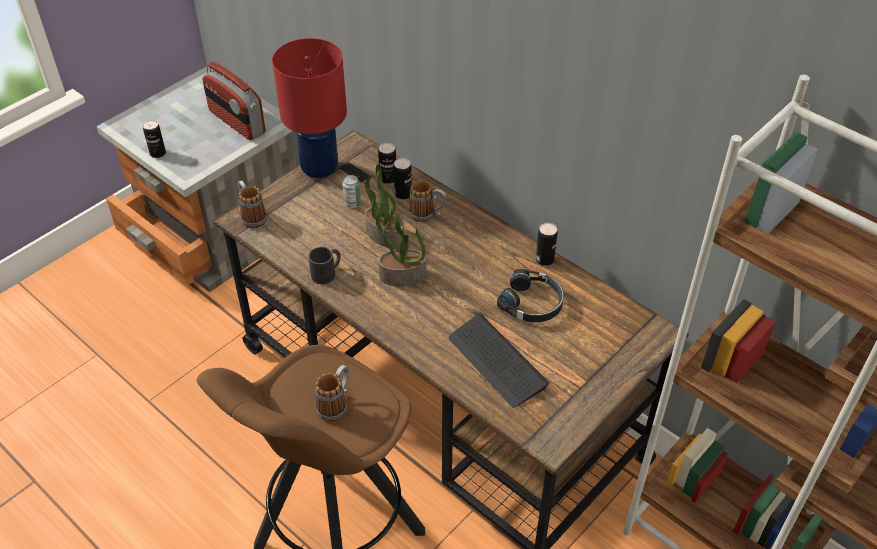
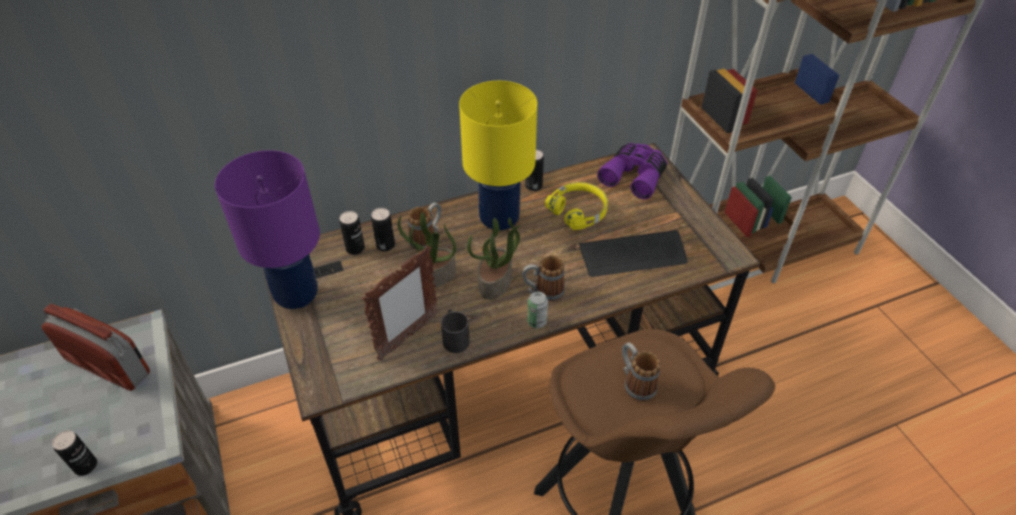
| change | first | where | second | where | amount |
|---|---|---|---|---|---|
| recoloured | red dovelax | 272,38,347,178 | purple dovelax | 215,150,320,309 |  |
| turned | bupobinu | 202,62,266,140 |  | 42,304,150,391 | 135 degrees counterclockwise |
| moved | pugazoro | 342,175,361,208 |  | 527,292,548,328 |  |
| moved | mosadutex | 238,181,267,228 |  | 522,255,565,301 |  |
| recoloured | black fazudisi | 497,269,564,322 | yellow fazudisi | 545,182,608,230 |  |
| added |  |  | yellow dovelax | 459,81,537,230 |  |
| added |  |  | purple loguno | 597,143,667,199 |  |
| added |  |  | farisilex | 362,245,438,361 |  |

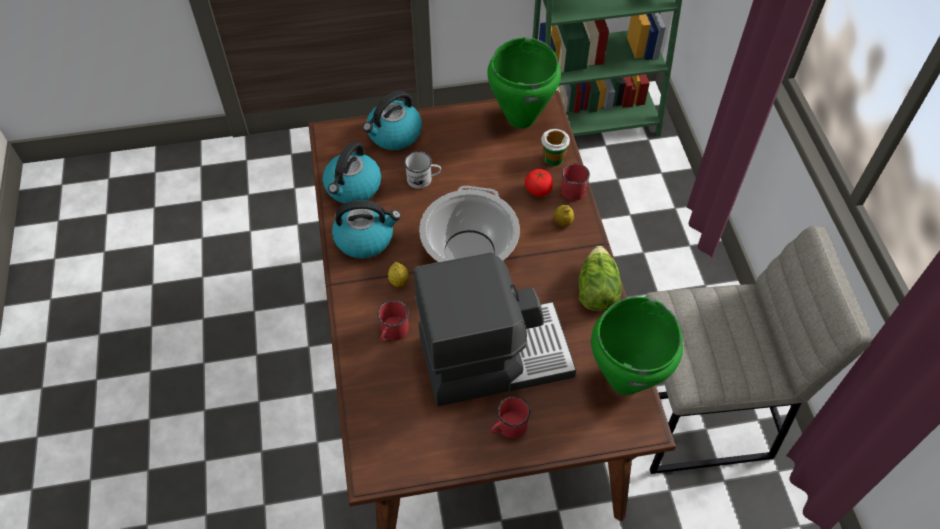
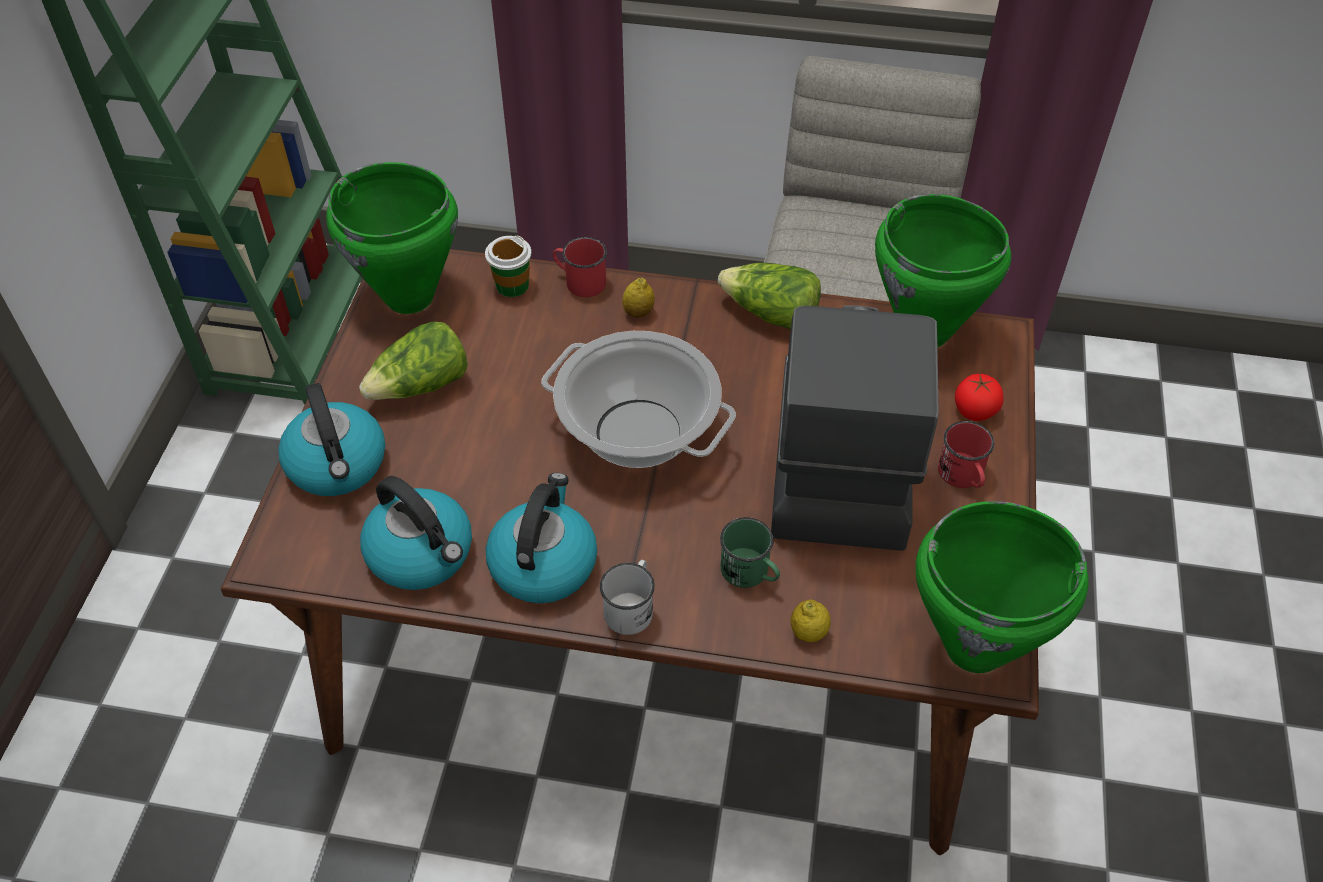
| change | first | where | second | where | amount |
|---|---|---|---|---|---|
| moved | white mosadutex | 404,151,441,189 |  | 600,560,655,635 |  |
| moved | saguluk | 525,169,553,196 |  | 955,373,1004,421 |  |
| moved | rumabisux | 388,262,409,287 |  | 791,599,831,642 |  |
| recoloured | red mosadutex | 377,300,409,341 | green mosadutex | 720,517,780,588 |  |
| added |  |  | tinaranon | 359,321,468,400 |  |
| added |  |  | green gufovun | 916,501,1089,673 |  |

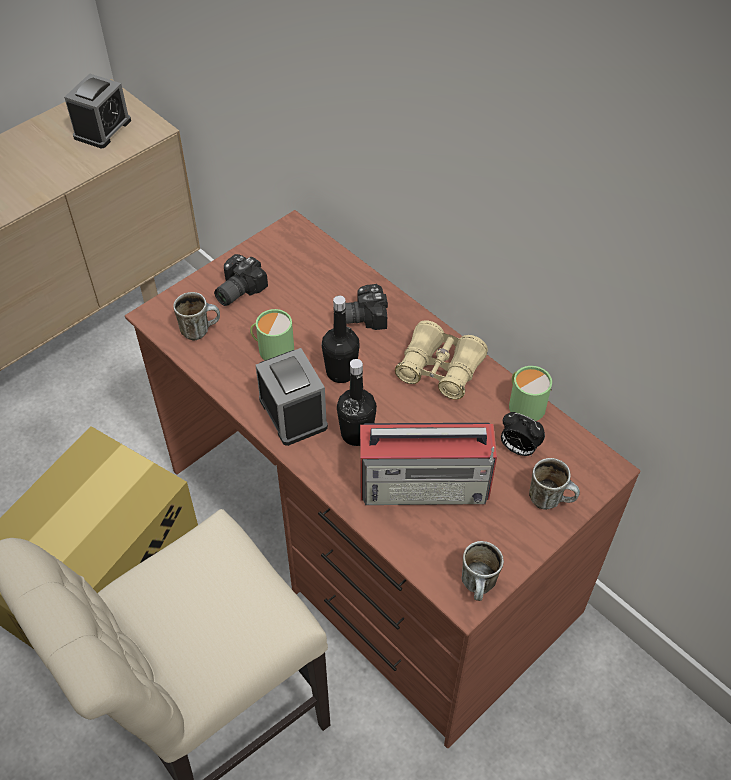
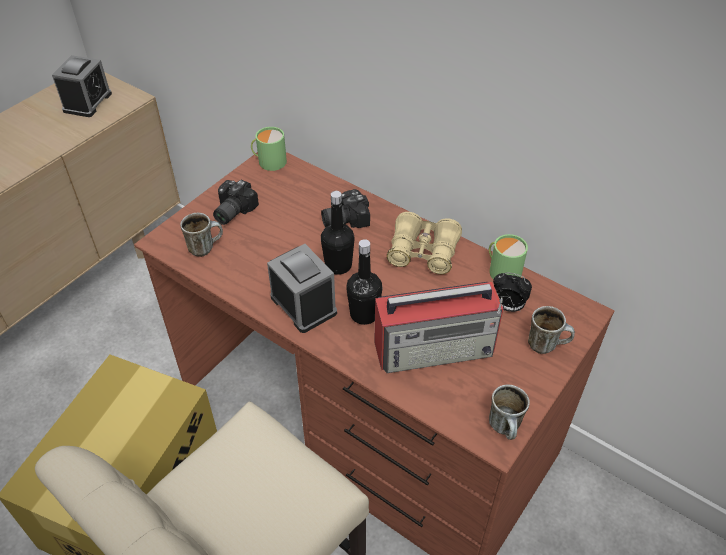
| change | first | where | second | where | amount |
|---|---|---|---|---|---|
| moved | green mosadutex | 250,309,294,361 |  | 251,127,287,171 |  |

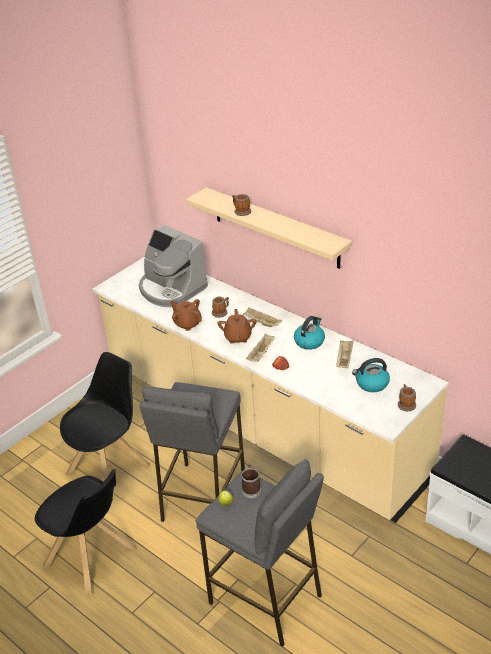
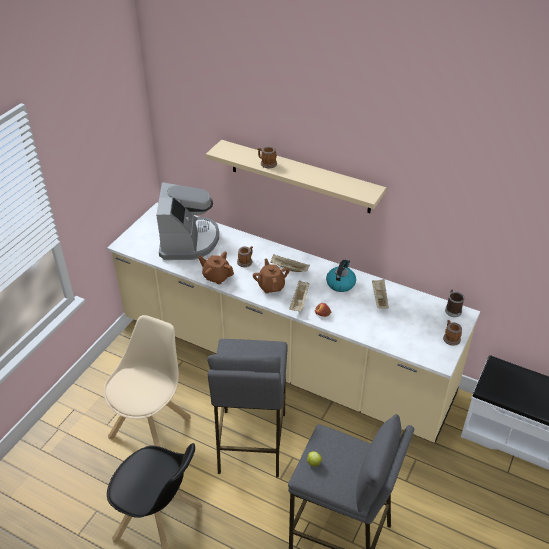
| change | first | where | second | where | amount |
|---|---|---|---|---|---|
| turned | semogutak | 139,225,208,307 |  | 156,182,219,260 | 120 degrees counterclockwise |
| recoloured | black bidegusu | 60,352,150,501 | beige bidegusu | 103,315,191,447 |  |
| removed | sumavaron | 352,358,390,392 |  |  |  |
| moved | mosadutex | 241,465,261,499 |  | 445,290,464,317 |  |

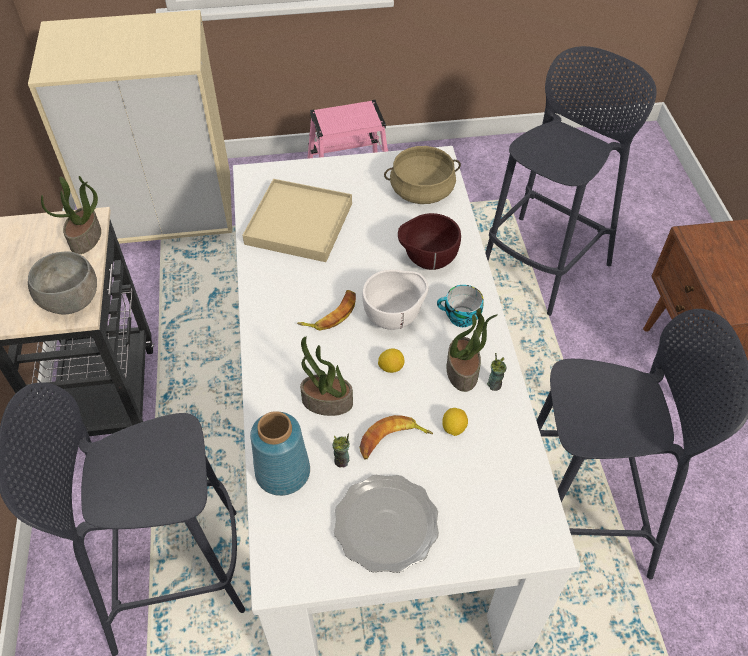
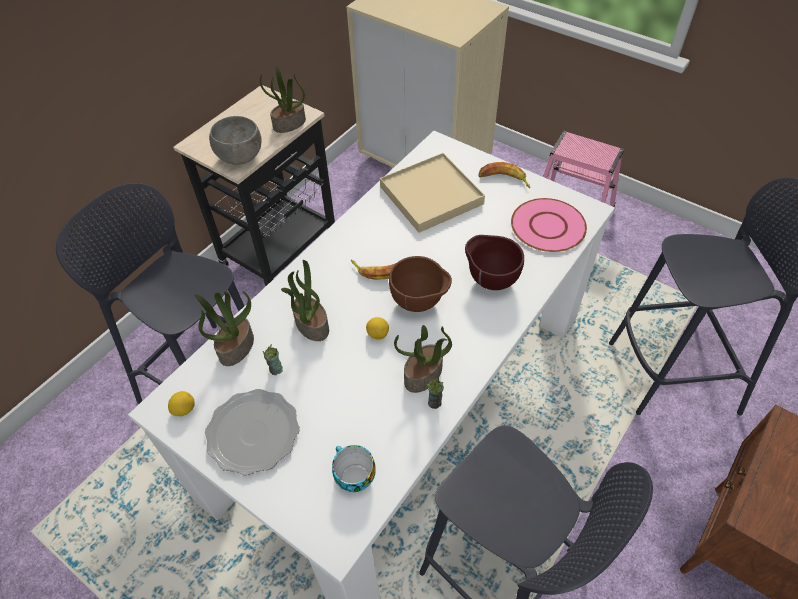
| change | first | where | second | where | amount |
|---|---|---|---|---|---|
| replaced | beige gufovun | 384,146,461,204 | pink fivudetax | 511,198,587,252 |  |
| recoloured | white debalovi | 362,269,429,330 | brown debalovi | 389,256,452,312 |  |
| moved | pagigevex | 437,285,483,327 |  | 332,445,376,492 |  |
| moved | rumabisux | 442,408,468,436 |  | 168,391,195,416 |  |
| replaced | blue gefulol | 250,411,310,496 | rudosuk | 195,291,254,366 |  |
| moved | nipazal | 359,415,433,460 |  | 478,162,530,188 |  |

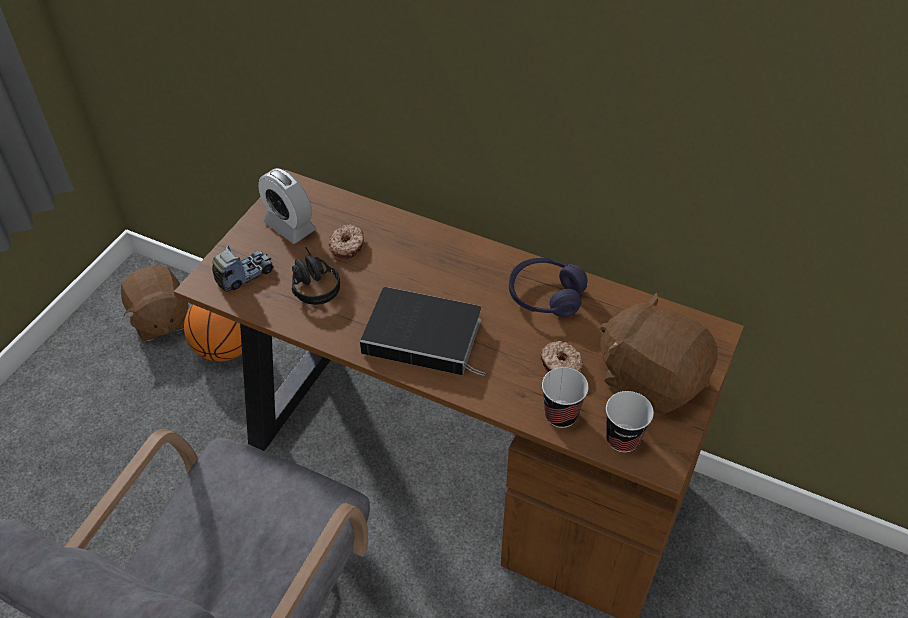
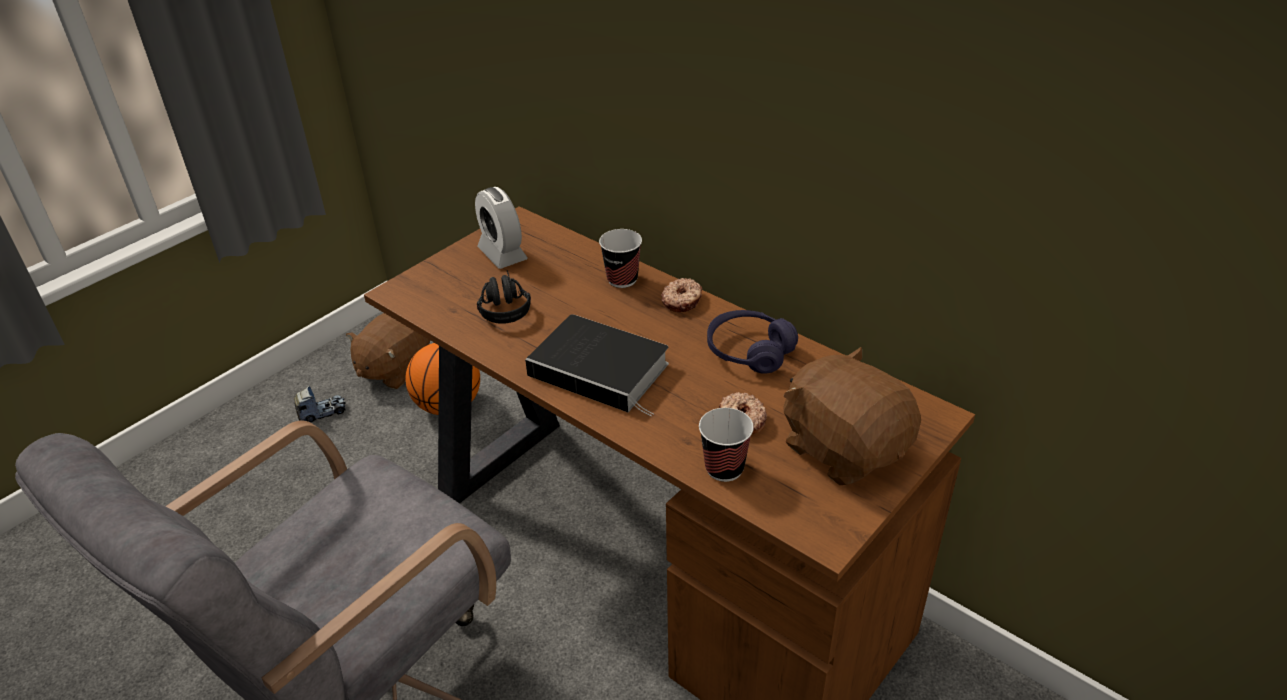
| change | first | where | second | where | amount |
|---|---|---|---|---|---|
| moved | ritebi | 328,224,364,259 |  | 661,278,702,312 |  |
| moved | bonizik | 212,245,273,292 |  | 294,386,346,422 |  |
| turned | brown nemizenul | 121,266,189,341 |  | 346,313,430,389 | 45 degrees clockwise |
| moved | pagigevex | 606,391,654,453 |  | 599,229,642,288 |  |

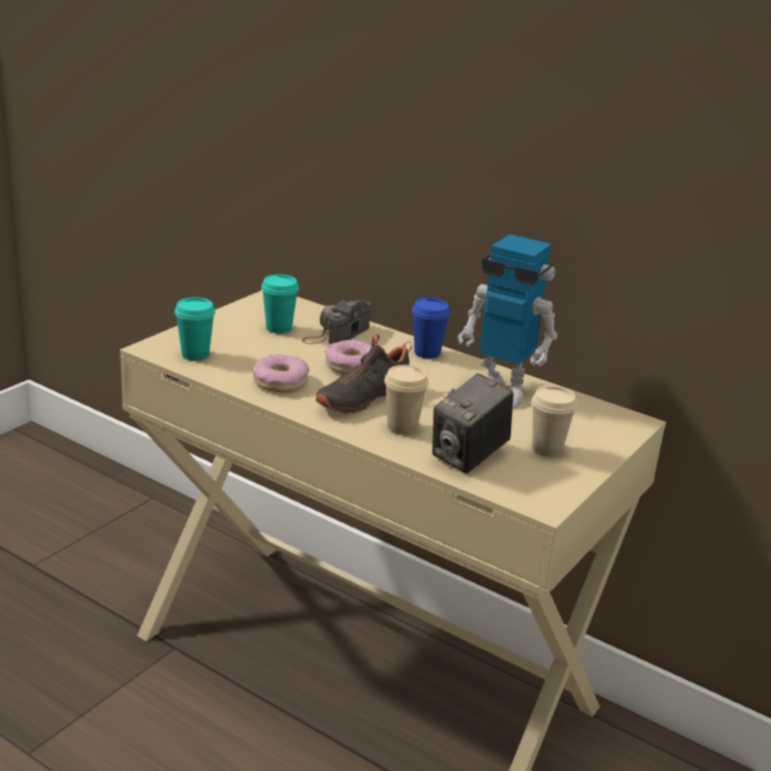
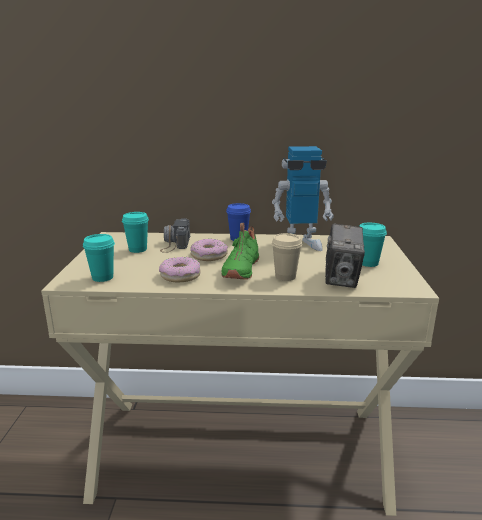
| change | first | where | second | where | amount |
|---|---|---|---|---|---|
| recoloured | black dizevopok | 316,334,412,414 | green dizevopok | 221,223,259,280 |  |
| recoloured | beige pagigevex | 532,386,577,457 | turquoise pagigevex | 359,223,387,267 |  |

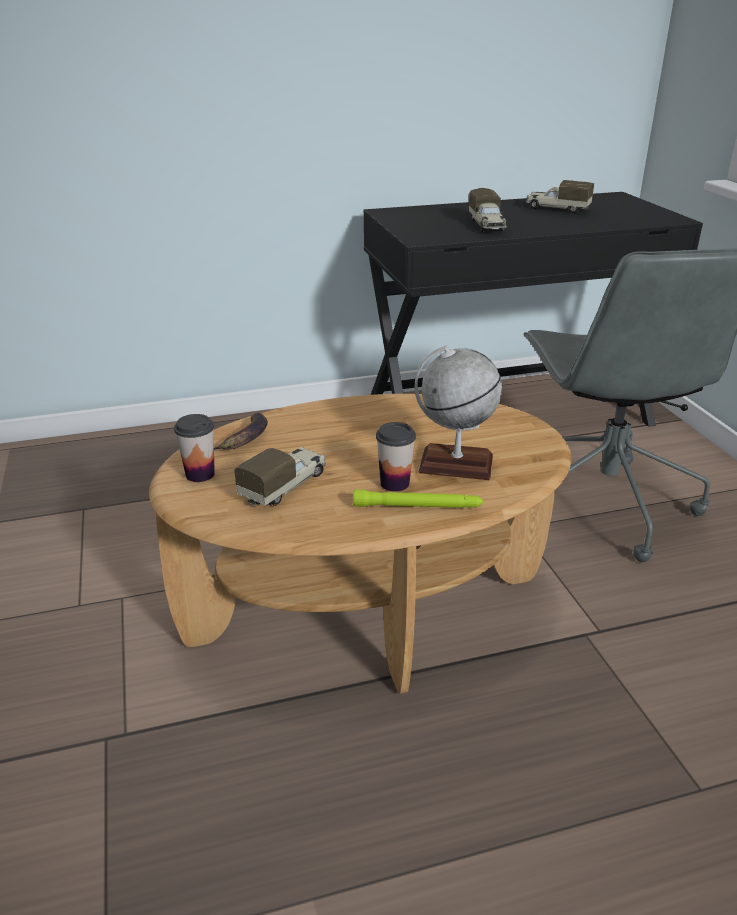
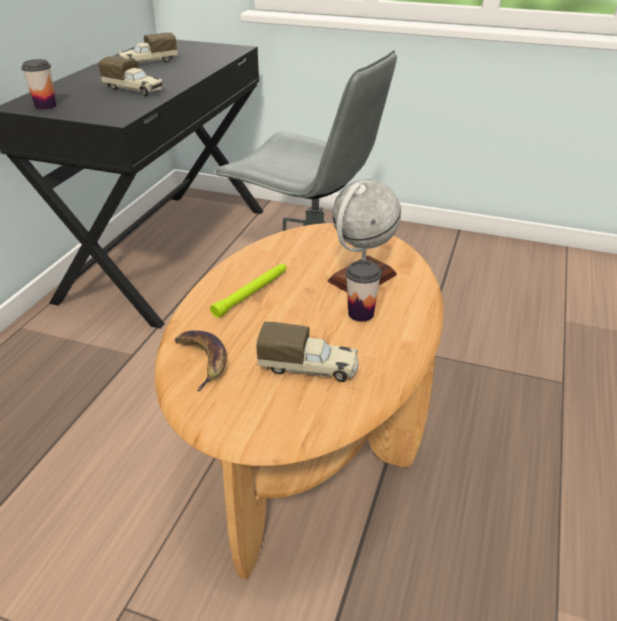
| change | first | where | second | where | amount |
|---|---|---|---|---|---|
| moved | pagigevex | 174,414,215,482 |  | 21,59,56,110 |  |
| turned | bonizik | 234,447,326,506 |  | 256,322,359,382 | 120 degrees clockwise |
| moved | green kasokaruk | 353,489,483,508 |  | 210,264,286,318 |  |

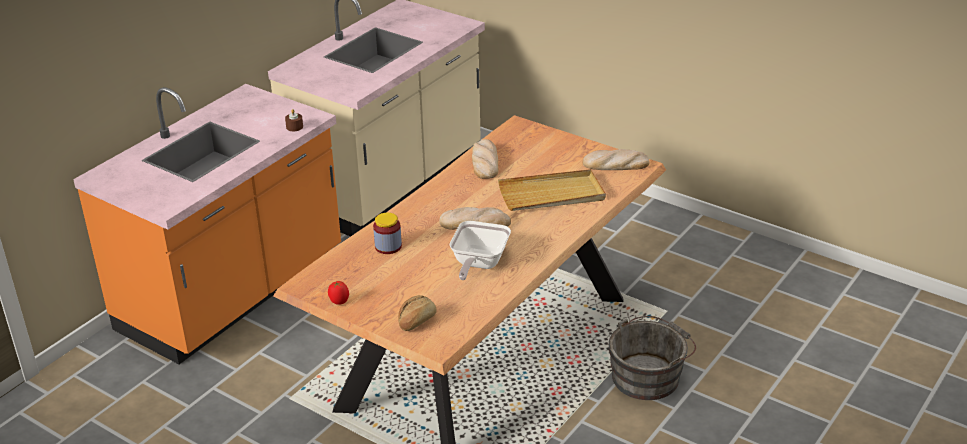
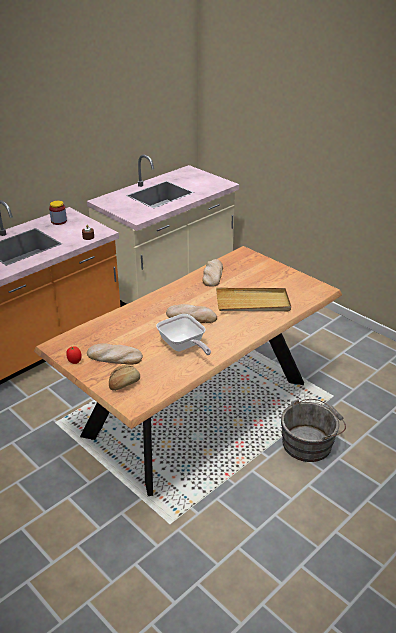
| change | first | where | second | where | amount |
|---|---|---|---|---|---|
| moved | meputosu | 583,149,650,170 |  | 87,343,143,365 |  |
| moved | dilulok | 373,213,402,254 |  | 49,201,67,225 |  |
| turned | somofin | 450,221,511,280 |  | 156,314,211,355 | 60 degrees counterclockwise |

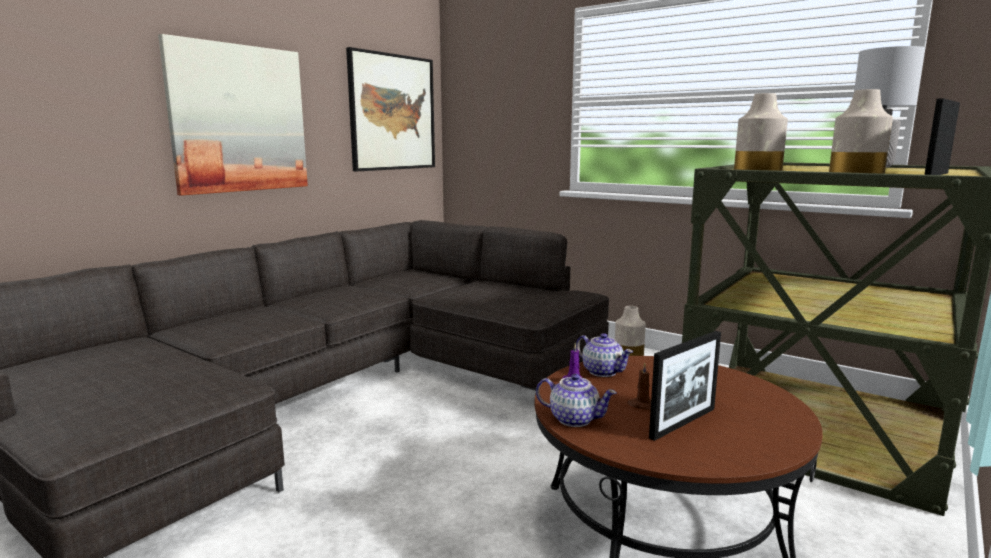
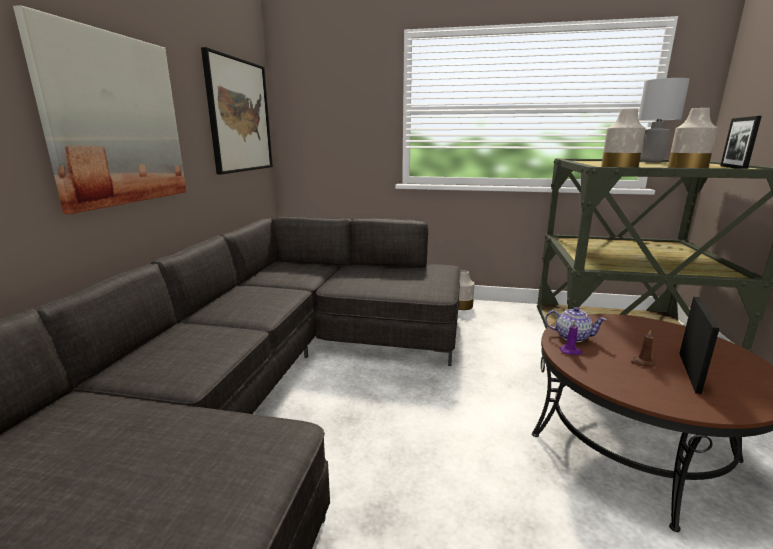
| change | first | where | second | where | amount |
|---|---|---|---|---|---|
| removed | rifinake | 536,374,617,427 |  |  |  |

